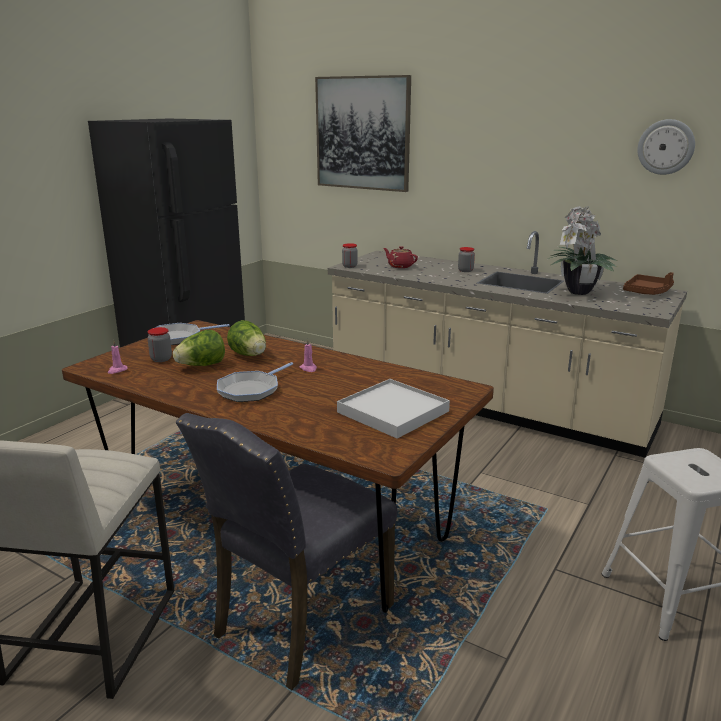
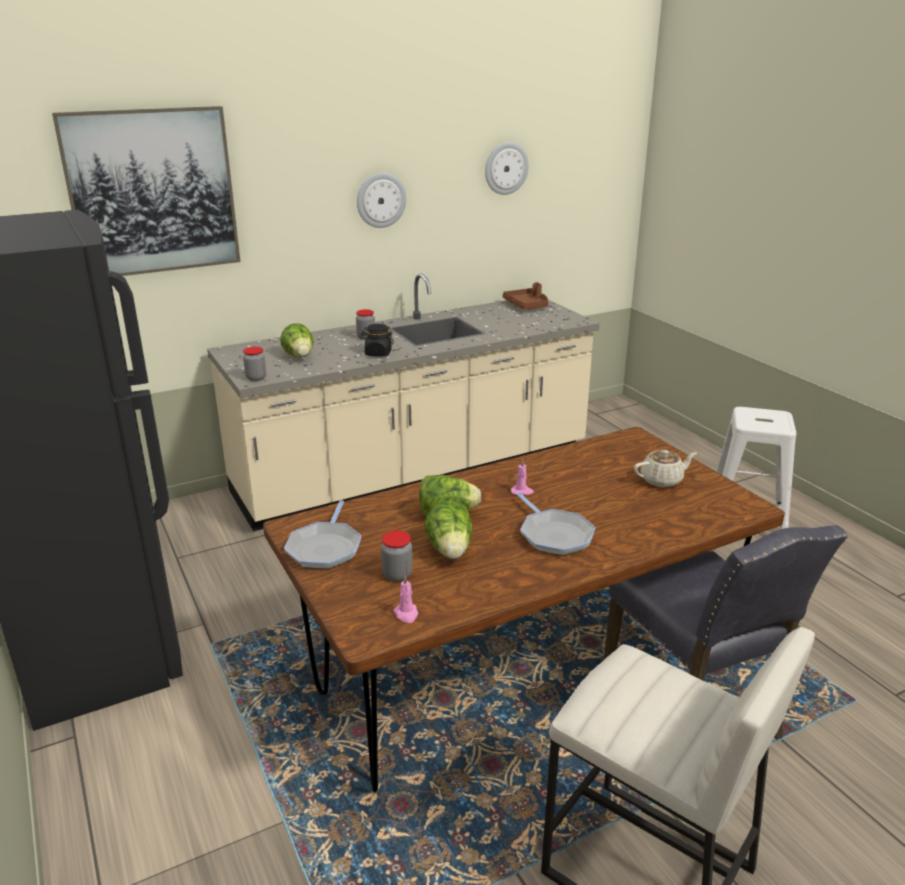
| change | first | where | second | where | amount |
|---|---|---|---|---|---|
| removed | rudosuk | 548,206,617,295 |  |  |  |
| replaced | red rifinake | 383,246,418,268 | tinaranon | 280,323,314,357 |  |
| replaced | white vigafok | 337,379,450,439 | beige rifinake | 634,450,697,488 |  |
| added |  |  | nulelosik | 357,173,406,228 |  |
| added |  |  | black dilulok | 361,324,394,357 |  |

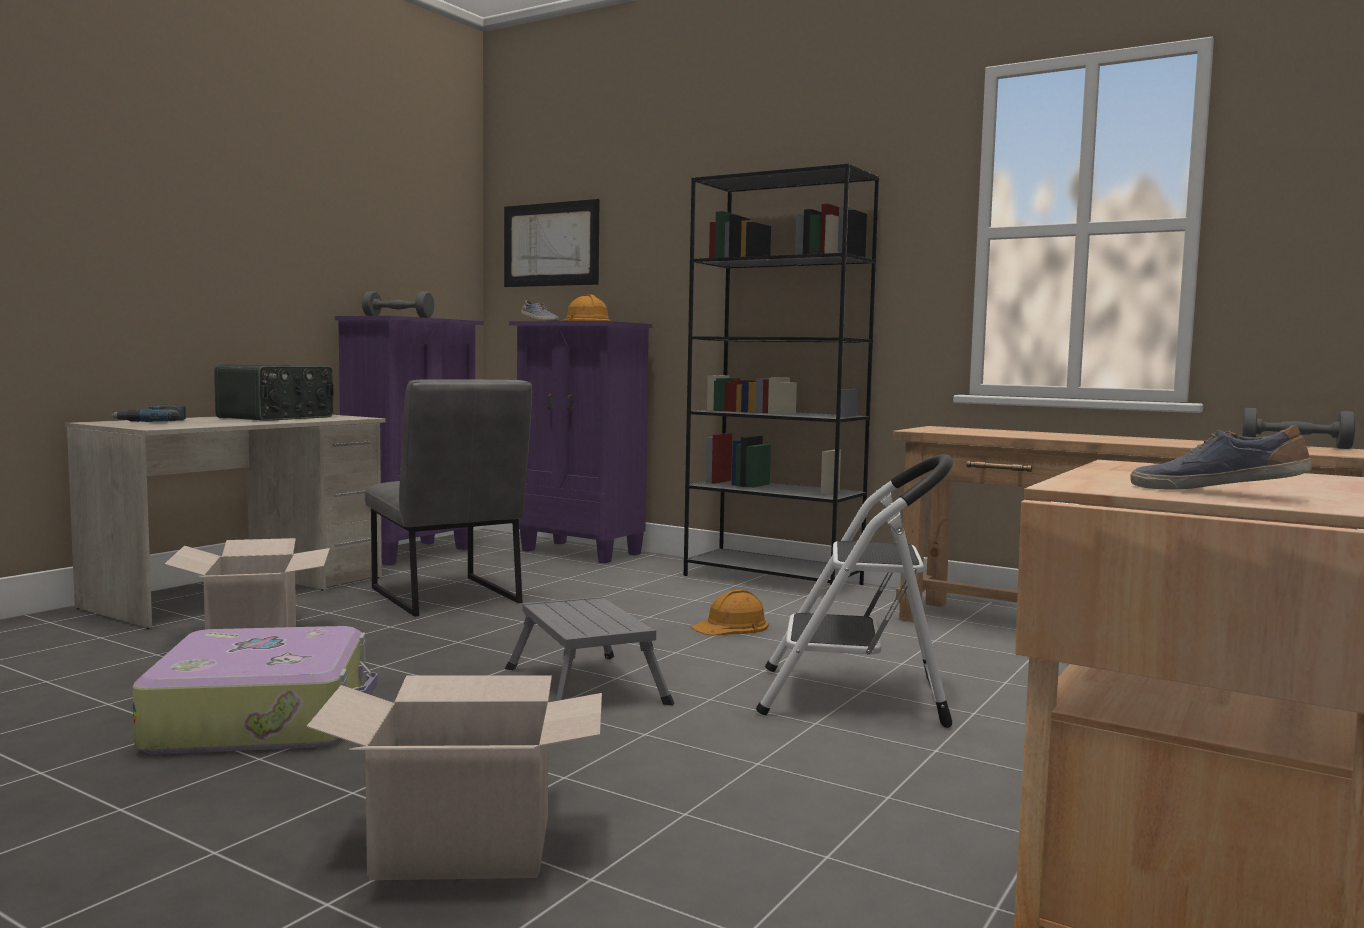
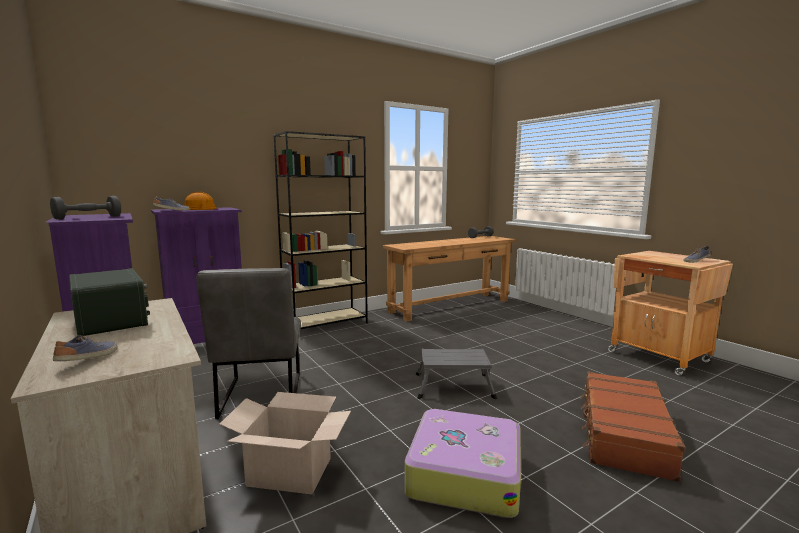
| change | first | where | second | where | amount |
|---|---|---|---|---|---|
| recoloured | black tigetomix | 684,164,879,586 | beige tigetomix | 273,131,368,329 |  |
| removed | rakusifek | 504,199,600,287 |  |  |  |
| turned | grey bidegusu | 365,379,532,617 |  | 196,268,301,419 | 90 degrees clockwise |
| replaced | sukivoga | 111,404,186,422 | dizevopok | 53,335,118,361 |  |
| removed | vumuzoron | 756,454,953,728 |  |  |  |
| removed | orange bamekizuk | 691,589,769,636 |  |  |  |
| replaced | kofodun | 306,675,602,880 | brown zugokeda | 580,371,685,482 |  |

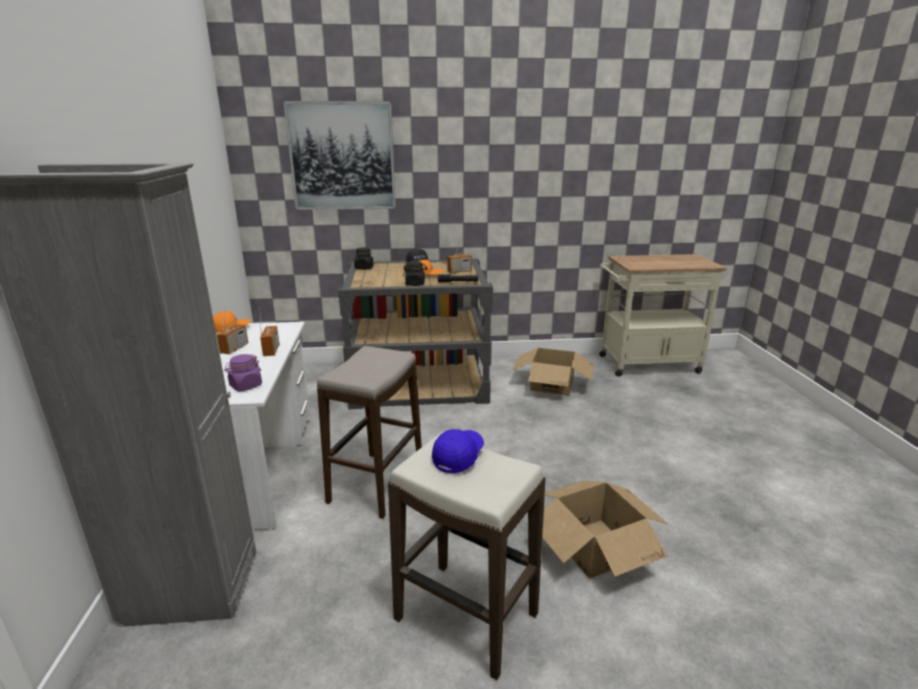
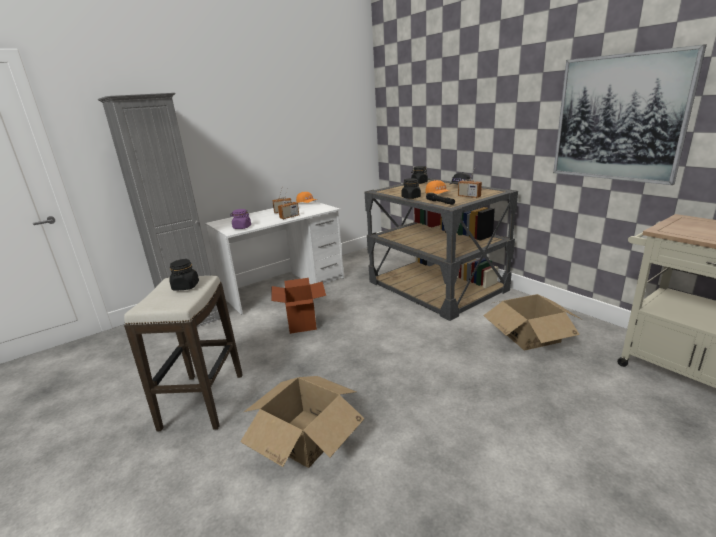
| change | first | where | second | where | amount |
|---|---|---|---|---|---|
| moved | rakusifek | 283,101,396,210 |  | 553,44,707,185 |  |
| replaced | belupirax | 317,346,422,519 | kofodun | 271,278,326,334 |  |
| replaced | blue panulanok | 432,429,484,474 | black dilulok | 169,259,199,290 |  |

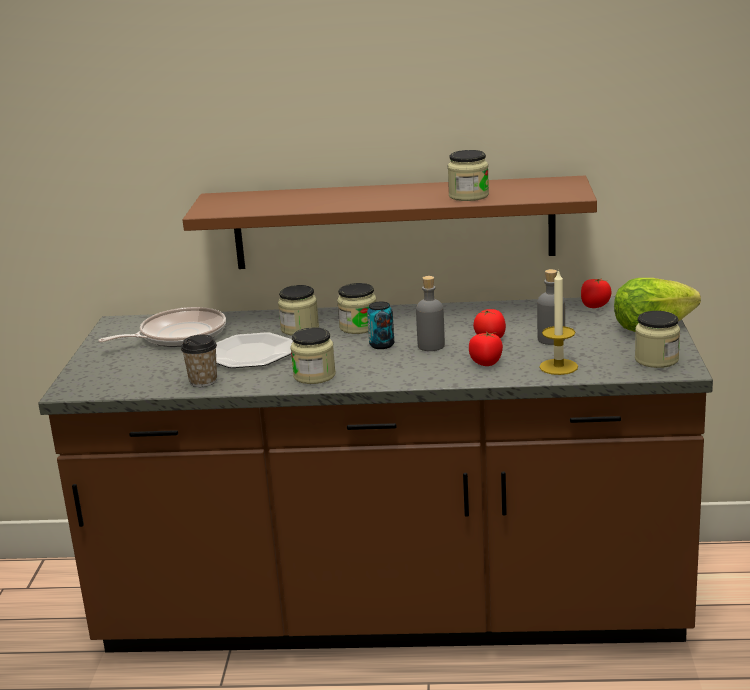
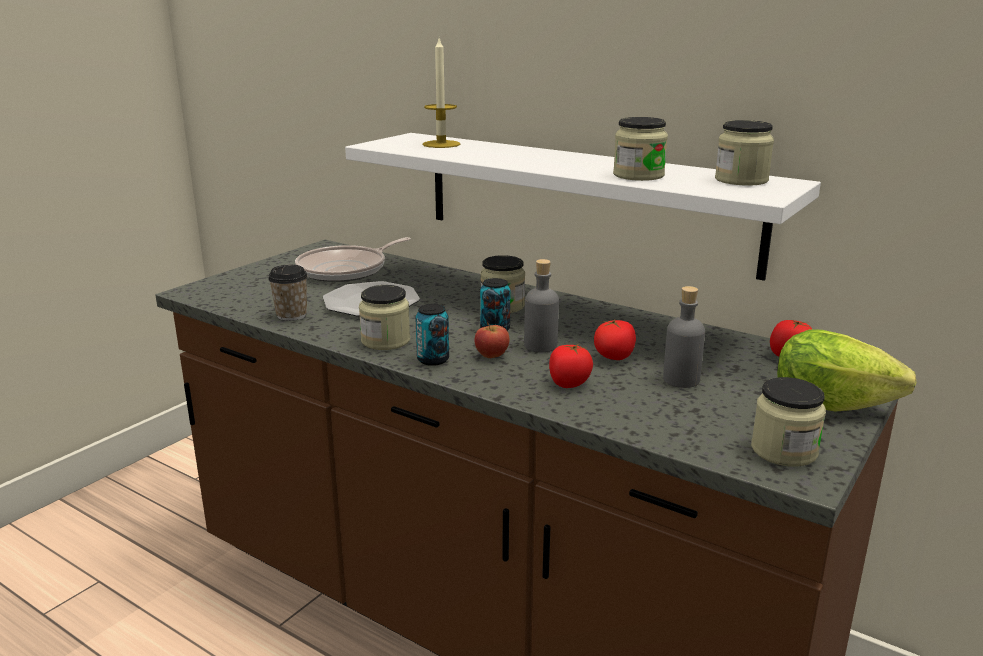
| change | first | where | second | where | amount |
|---|---|---|---|---|---|
| recoloured | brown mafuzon | 183,176,597,269 | white mafuzon | 345,133,821,281 |  |
| moved | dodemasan | 539,269,578,375 |  | 422,38,460,148 |  |
| moved | dilulok | 278,285,319,335 |  | 715,120,774,186 |  |
| turned | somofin | 99,307,226,347 |  | 295,237,411,282 | 135 degrees clockwise |
| added |  |  | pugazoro | 415,304,449,366 |  |
| added |  |  | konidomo | 475,322,510,358 |  |

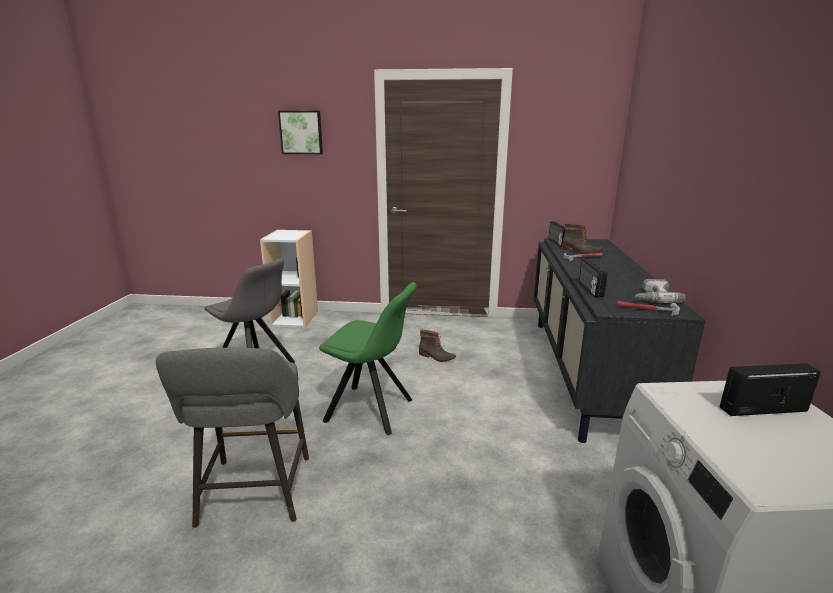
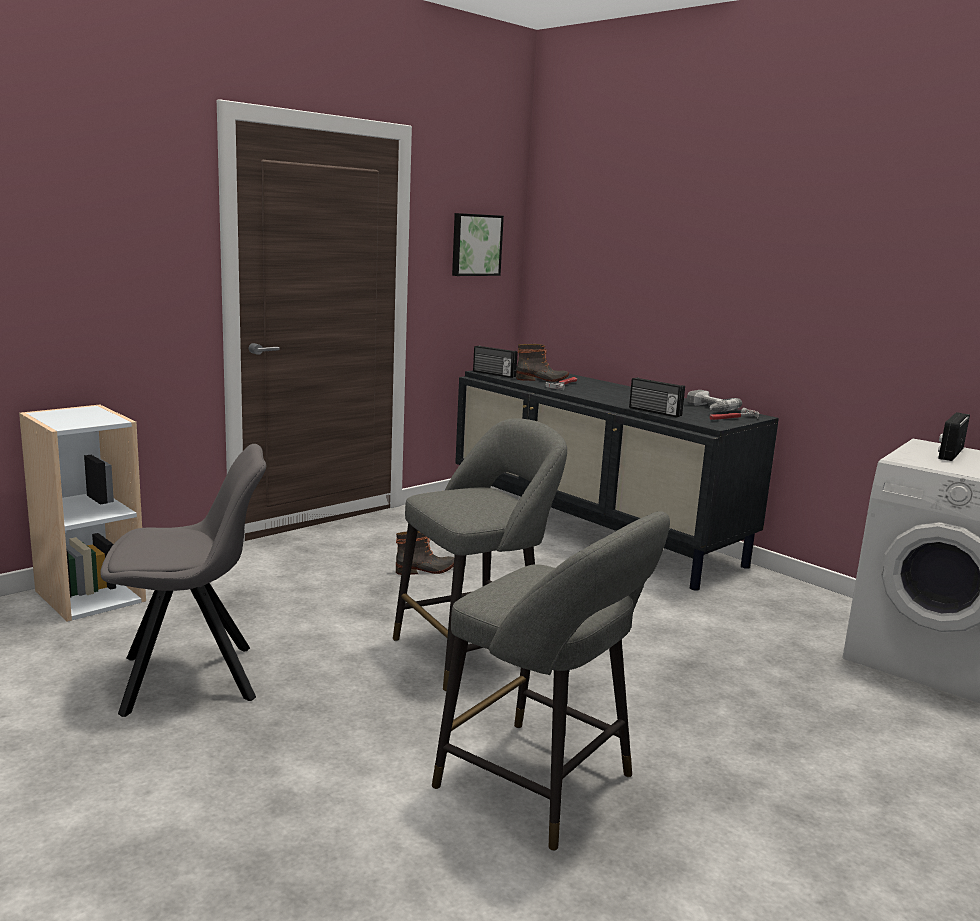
| change | first | where | second | where | amount |
|---|---|---|---|---|---|
| moved | rakusifek | 278,111,323,154 |  | 452,213,504,276 |  |
| replaced | green bidegusu | 319,282,417,435 | grey belupirax | 393,418,567,692 |  |

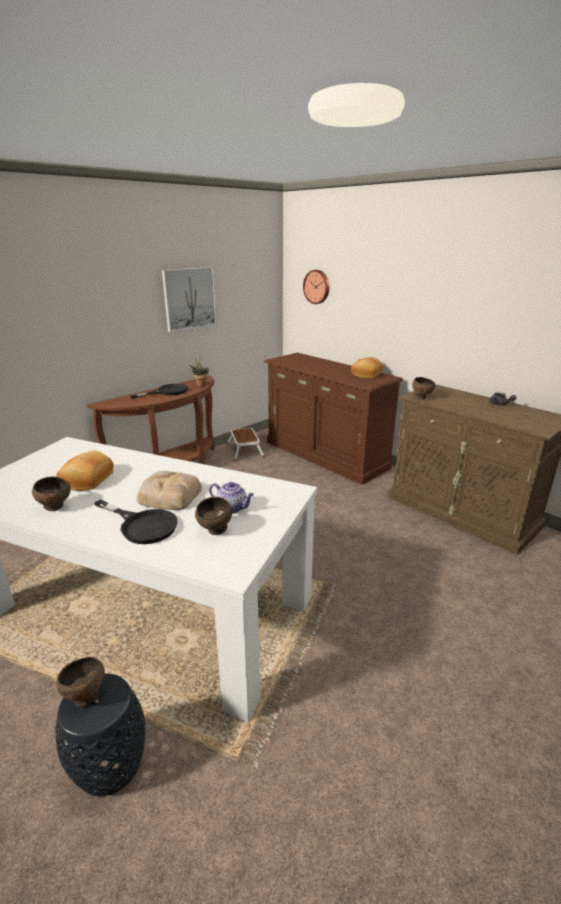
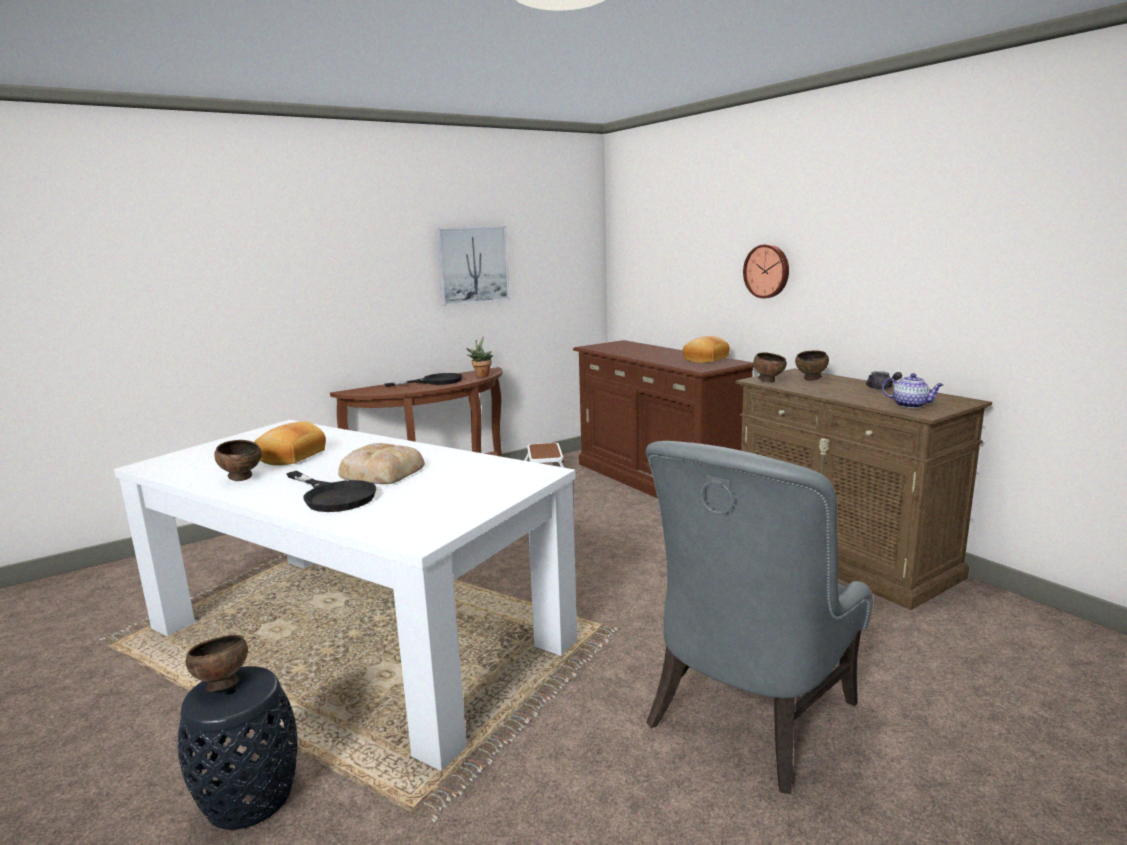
| change | first | where | second | where | amount |
|---|---|---|---|---|---|
| moved | nulelosik | 303,270,329,304 |  | 743,244,789,298 |  |
| moved | rifinake | 209,482,254,513 |  | 882,373,944,408 |  |
| moved | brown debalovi | 195,497,232,535 |  | 795,350,829,381 |  |
| added |  |  | grey bidegusu | 646,441,873,794 |  |

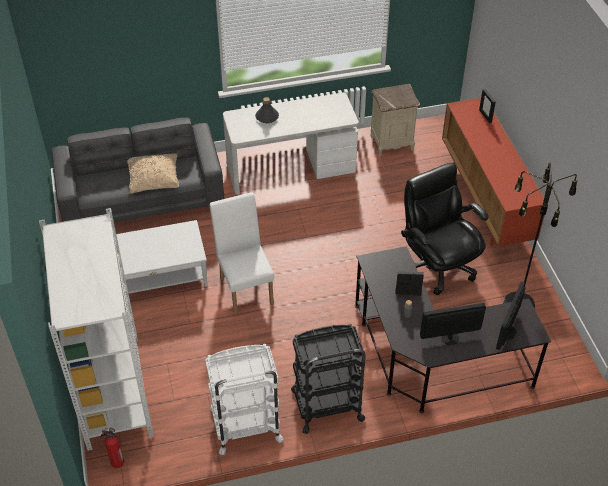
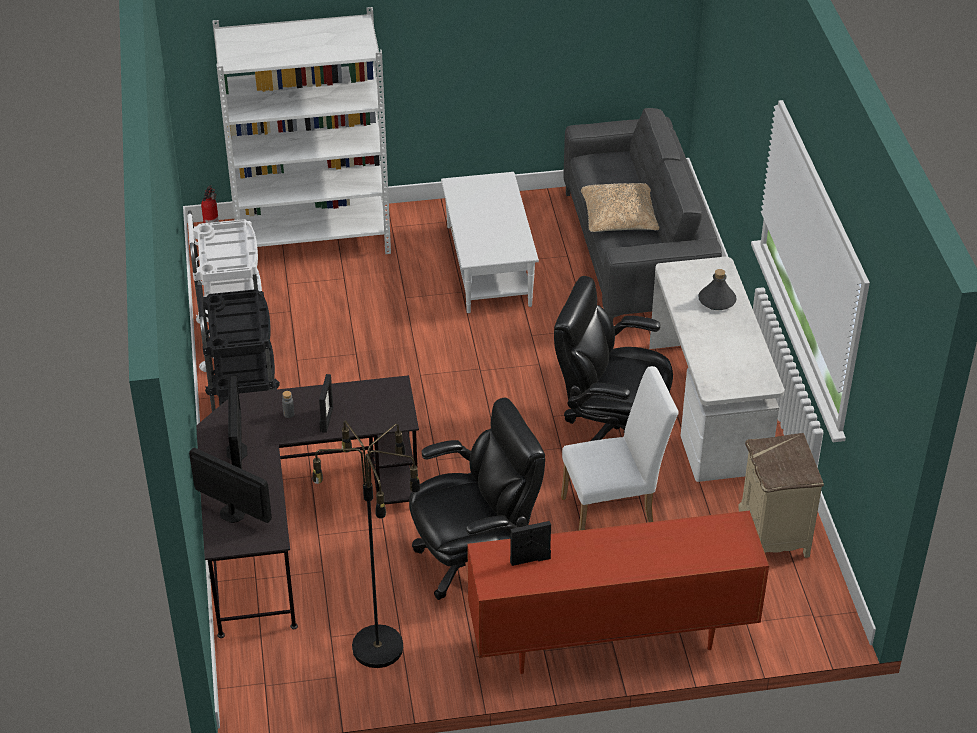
| change | first | where | second | where | amount |
|---|---|---|---|---|---|
| moved | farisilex | 479,89,496,123 |  | 510,521,551,566 |  |
| moved | white bidegusu | 209,192,274,314 |  | 561,366,679,531 |  |
| added |  |  | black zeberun | 554,276,673,441 |  |

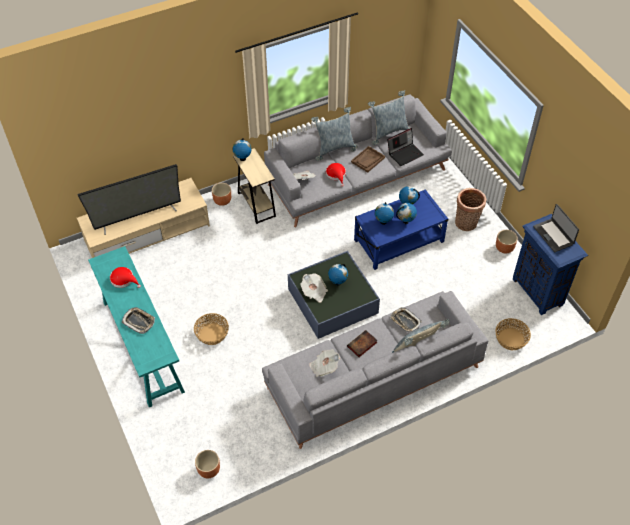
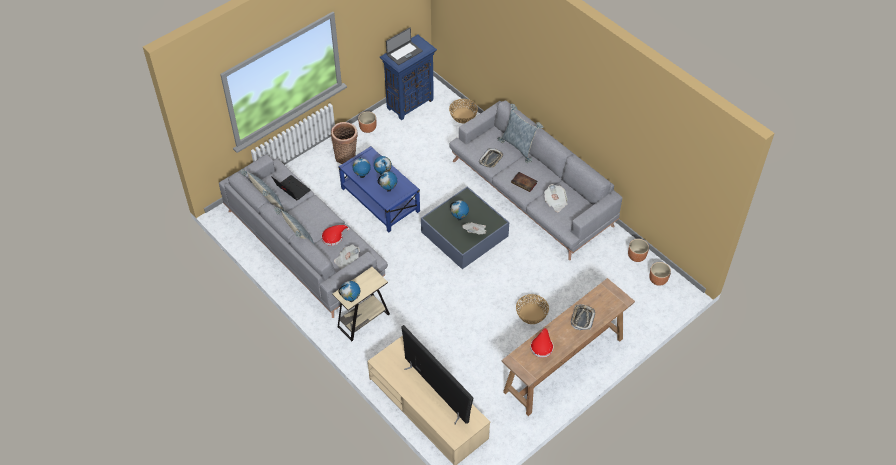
| change | first | where | second | where | amount |
|---|---|---|---|---|---|
| removed | brown vigafok | 351,146,385,173 |  |  |  |
| moved | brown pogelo | 212,183,231,206 |  | 628,239,649,262 |  |
| recoloured | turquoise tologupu | 88,246,185,407 | brown tologupu | 502,278,635,416 |  |

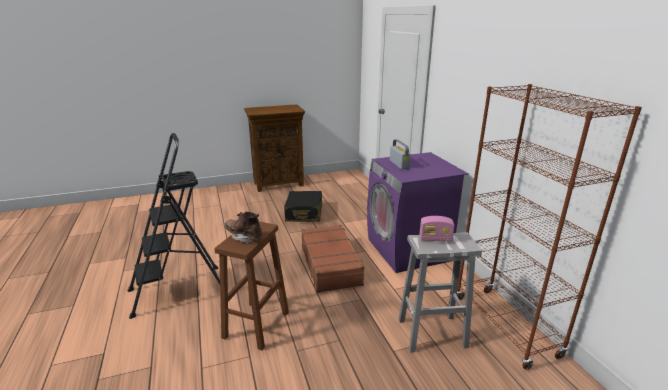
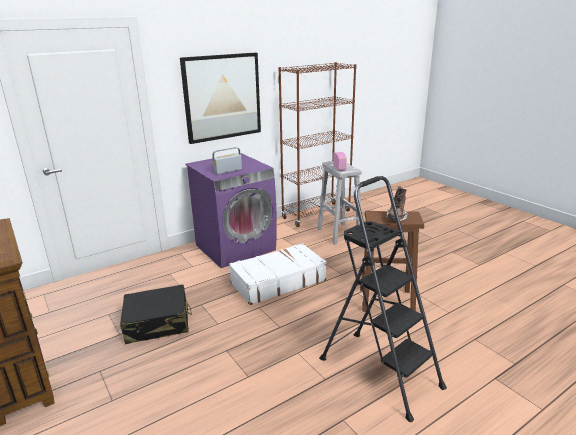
| change | first | where | second | where | amount |
|---|---|---|---|---|---|
| recoloured | brown zugokeda | 301,225,365,293 | white zugokeda | 229,243,327,305 |  |
| added |  |  | rakusifek | 180,53,261,144 |  |

